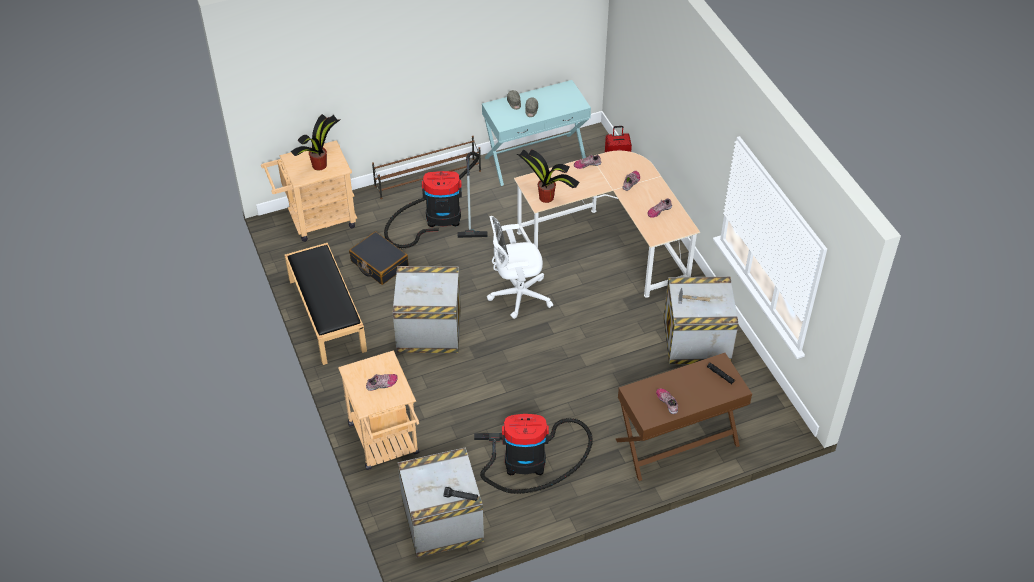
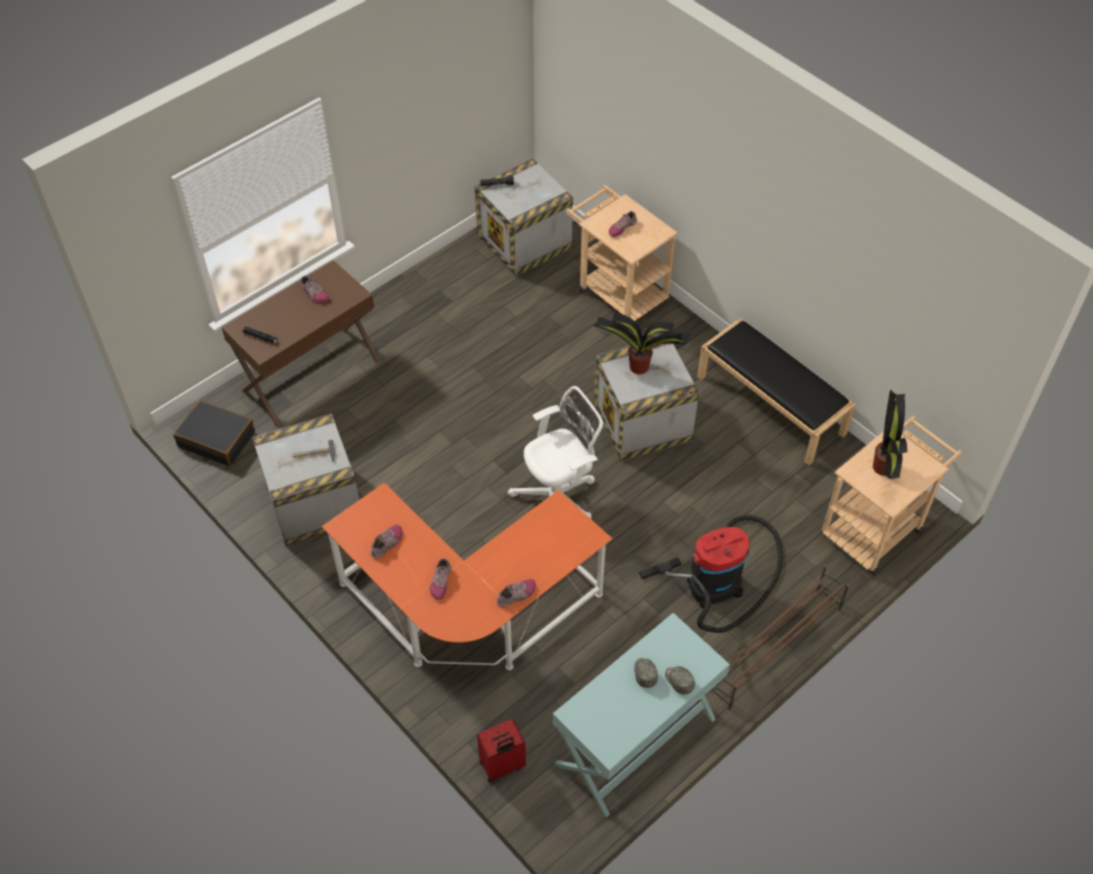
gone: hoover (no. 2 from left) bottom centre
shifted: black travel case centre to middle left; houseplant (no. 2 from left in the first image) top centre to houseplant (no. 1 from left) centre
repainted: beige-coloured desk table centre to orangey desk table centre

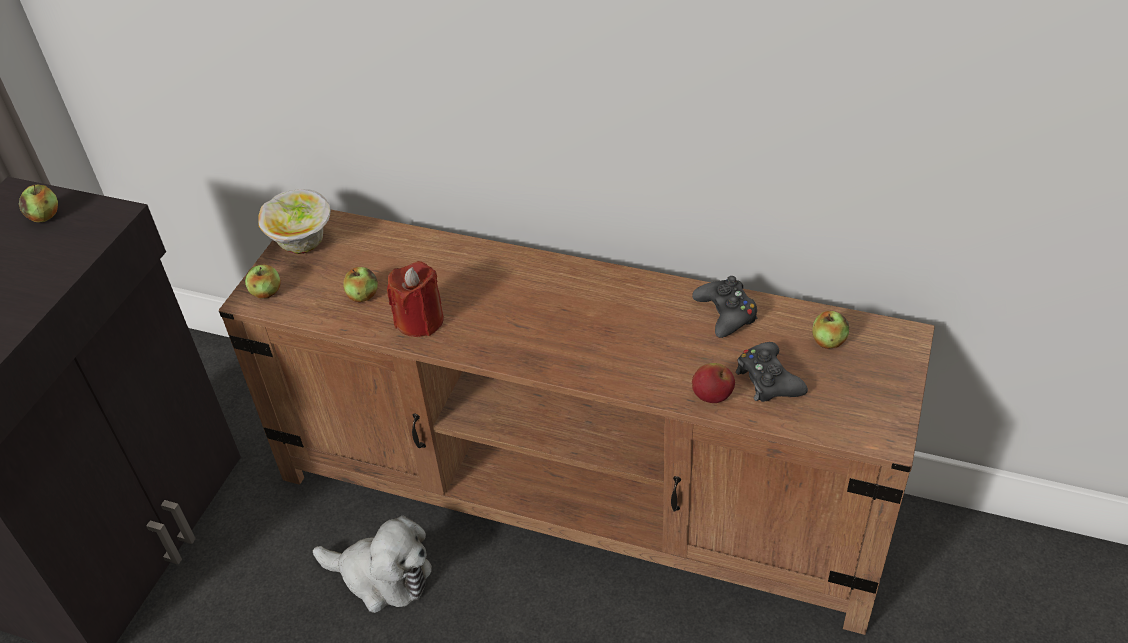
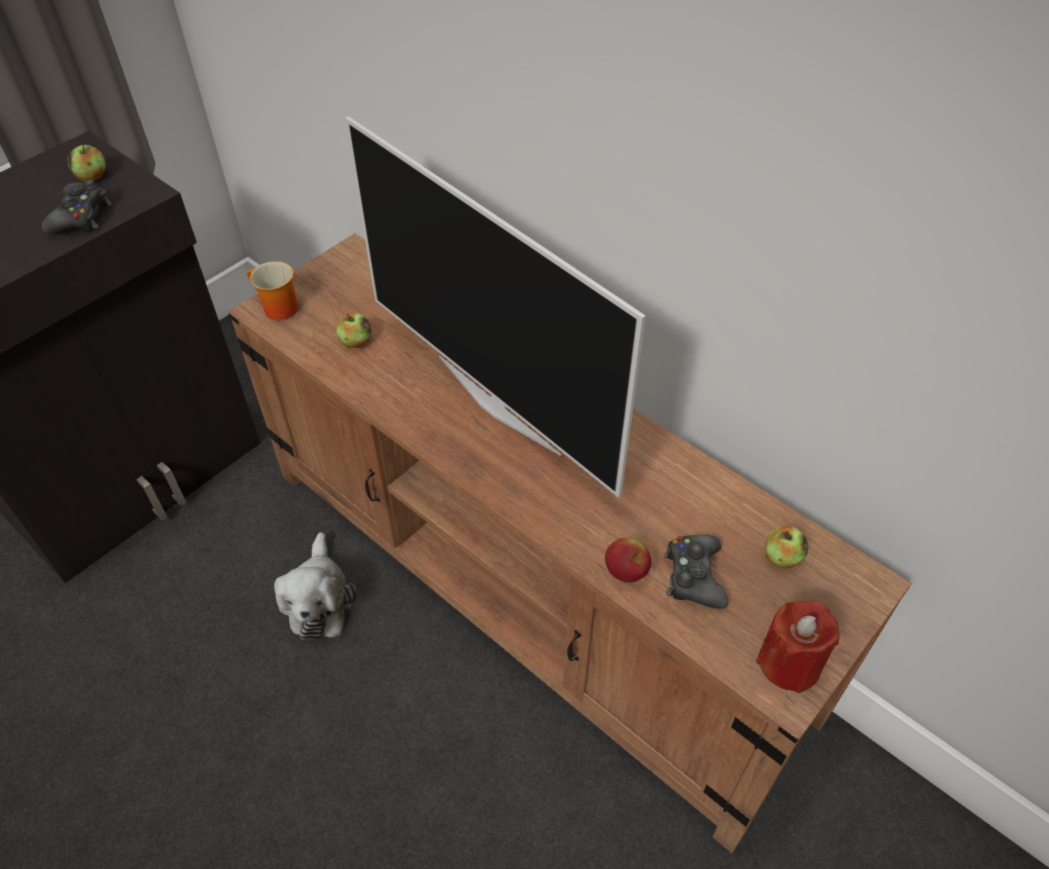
gone: deep dish middle left
new: television centre
shifted: black gamepad (no. 1 from left) centre to top left; red-coloured wax light centre to bottom right
swapped: apple (no. 2 from left) middle left to mug middle left
rotated: soft toy bottom left = bottom left 45 degrees clockwise

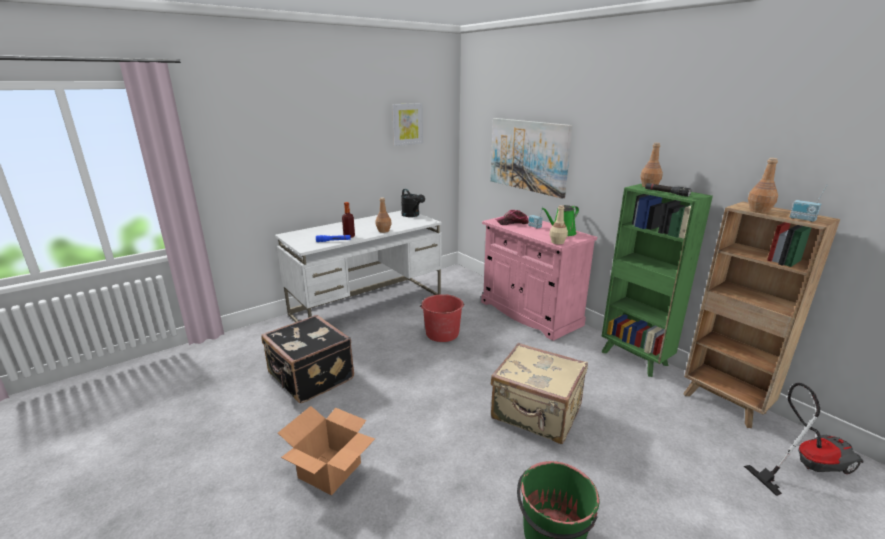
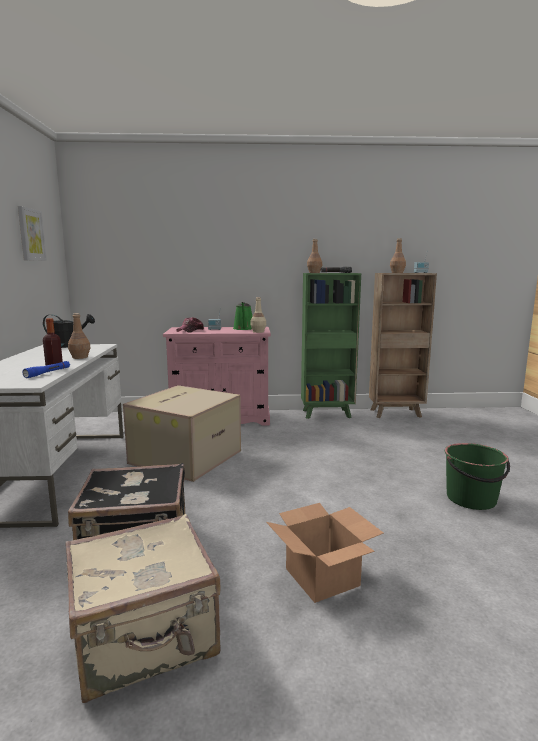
gone: wall picture (no. 2 from left) top centre; hoover bottom right
shifted: beige-coloured travel case bottom centre to bottom left
swapped: red-coloured bucket centre to carton (no. 1 from left) centre

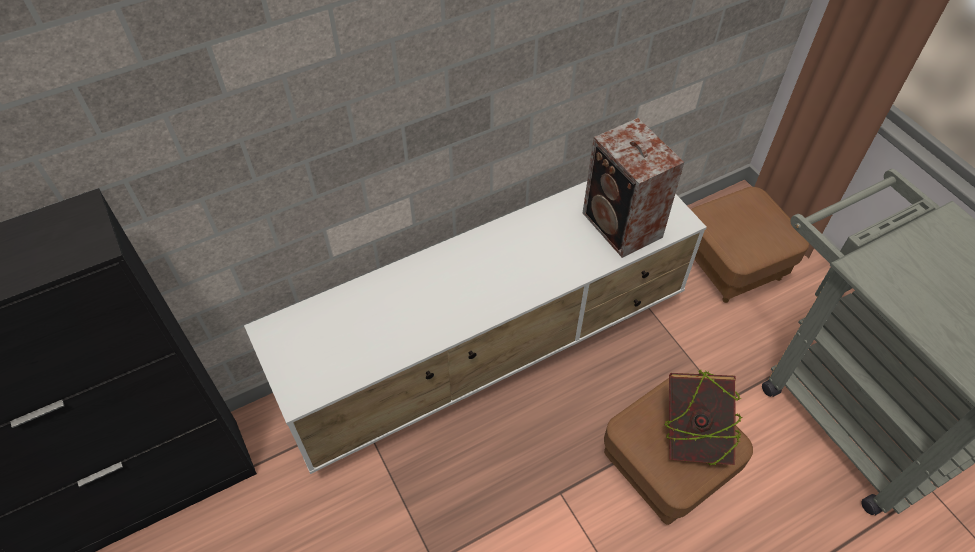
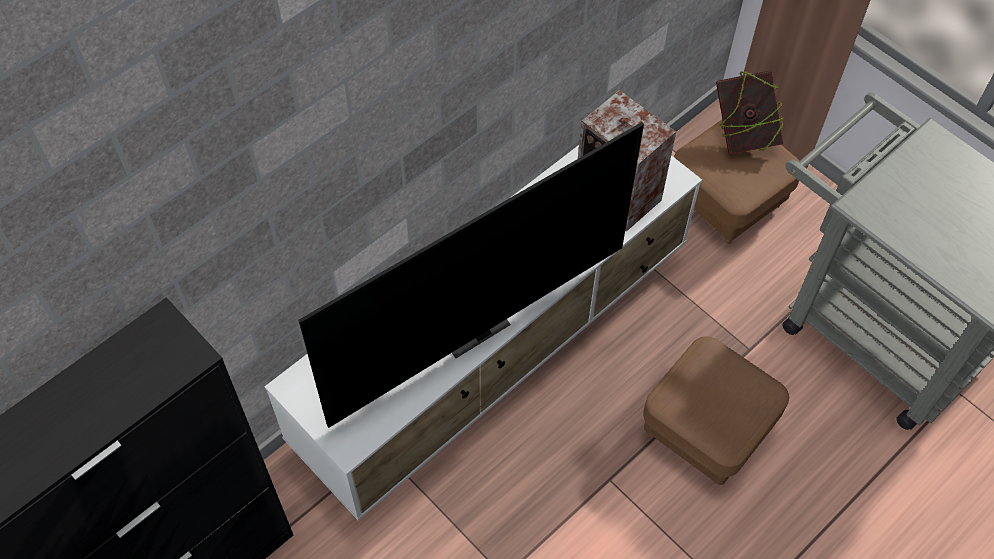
new: television centre
shifted: book bottom right to top right

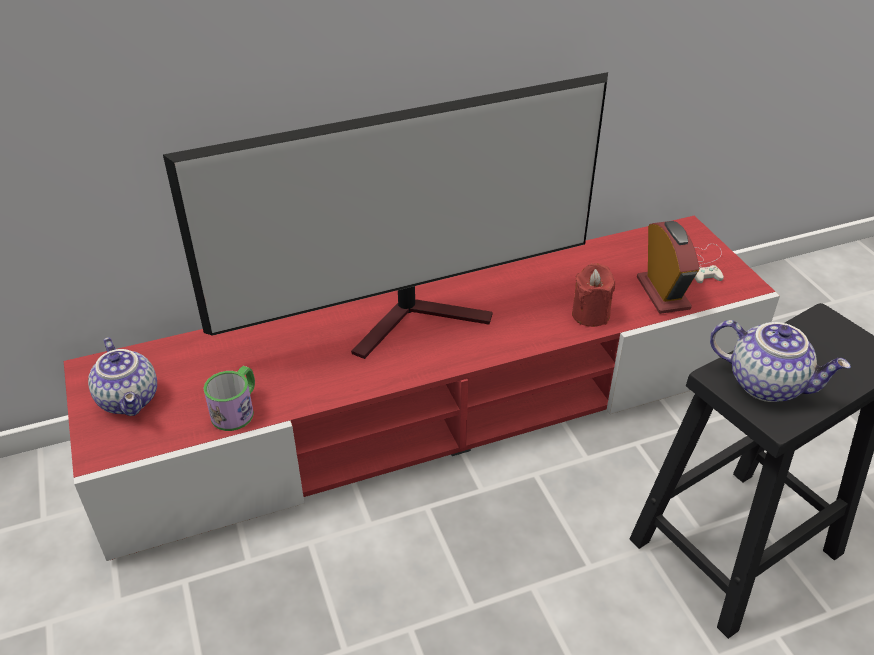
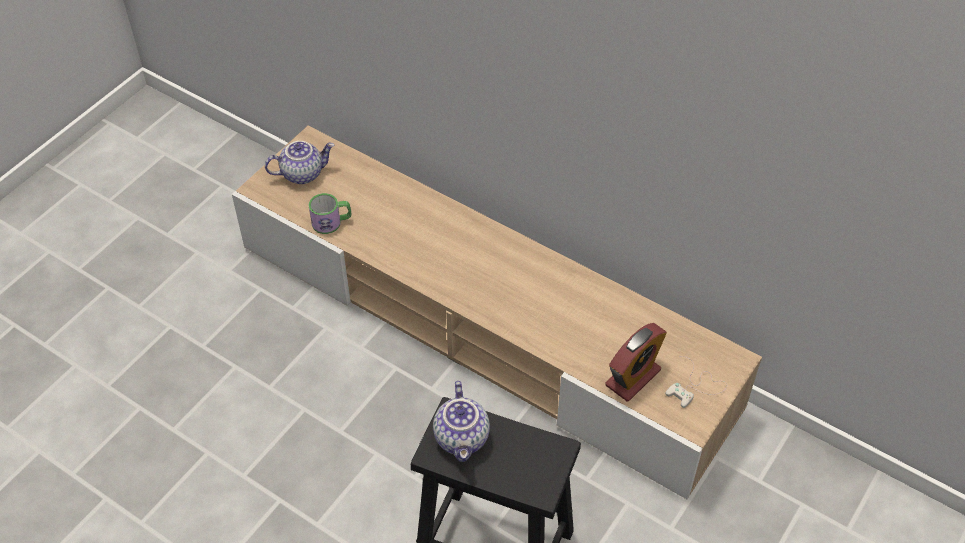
gone: television top centre; red-coloured wax light middle right
repainted: red-coloured media console centre to beige-coloured media console centre
rotated: pot for tea (no. 1 from left) middle left = top left 135 degrees counterclockwise

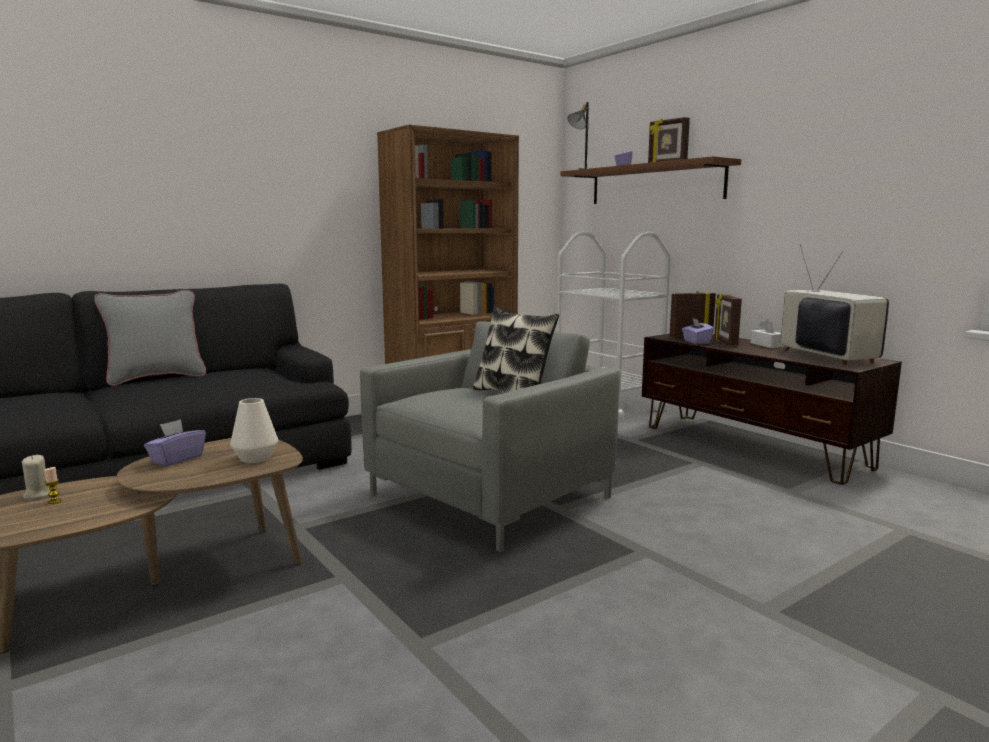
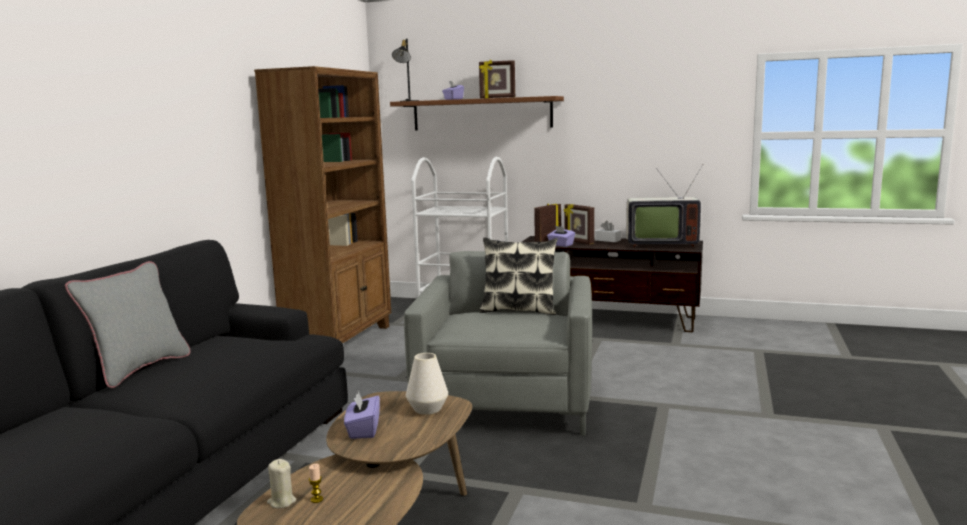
rotated: television middle right = middle right 150 degrees clockwise

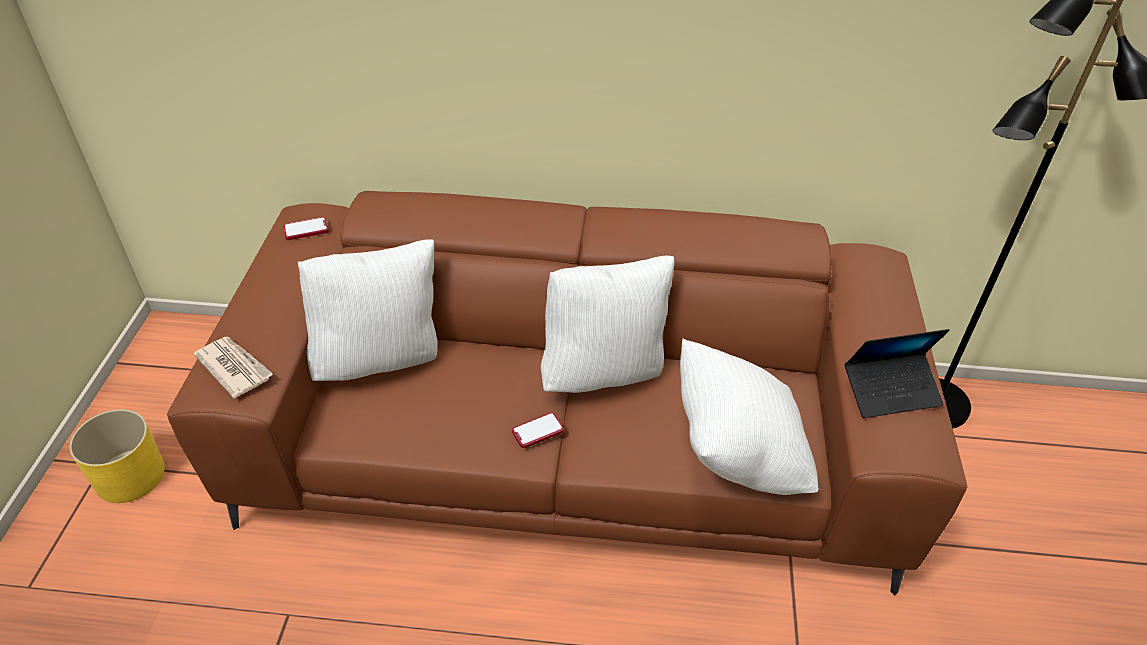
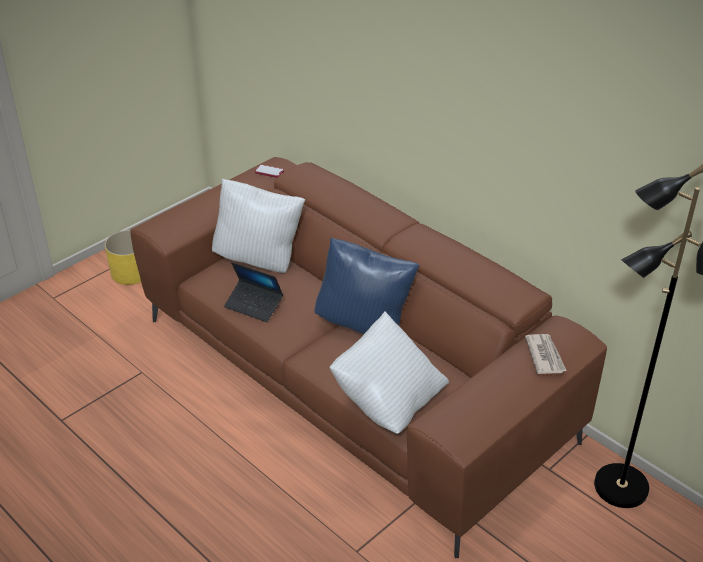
gone: phone (no. 2 from left) bottom centre
shifted: notebook computer middle right to centre; printed paper middle left to middle right
repainted: white-coloured throw pillow (no. 2 from left) centre to blue-coloured throw pillow centre

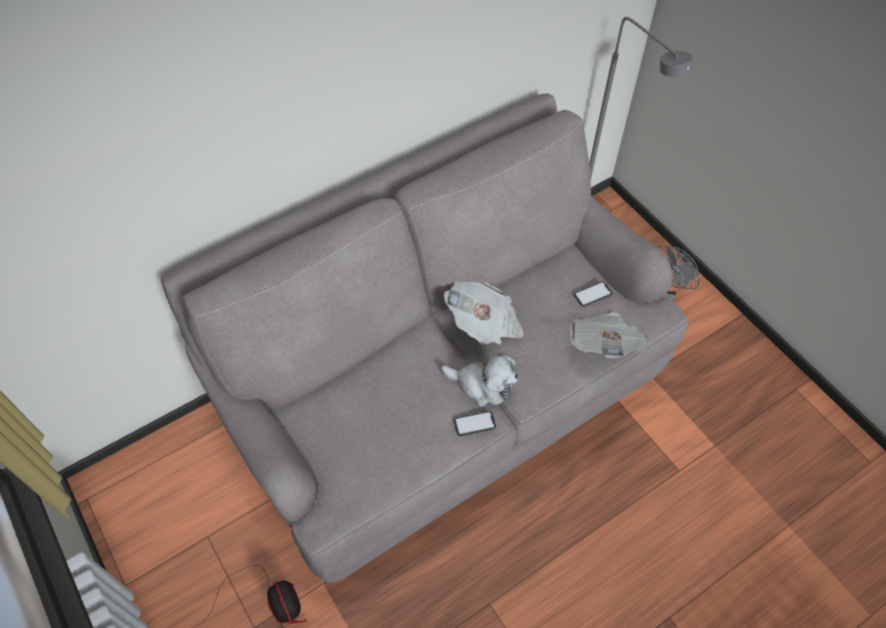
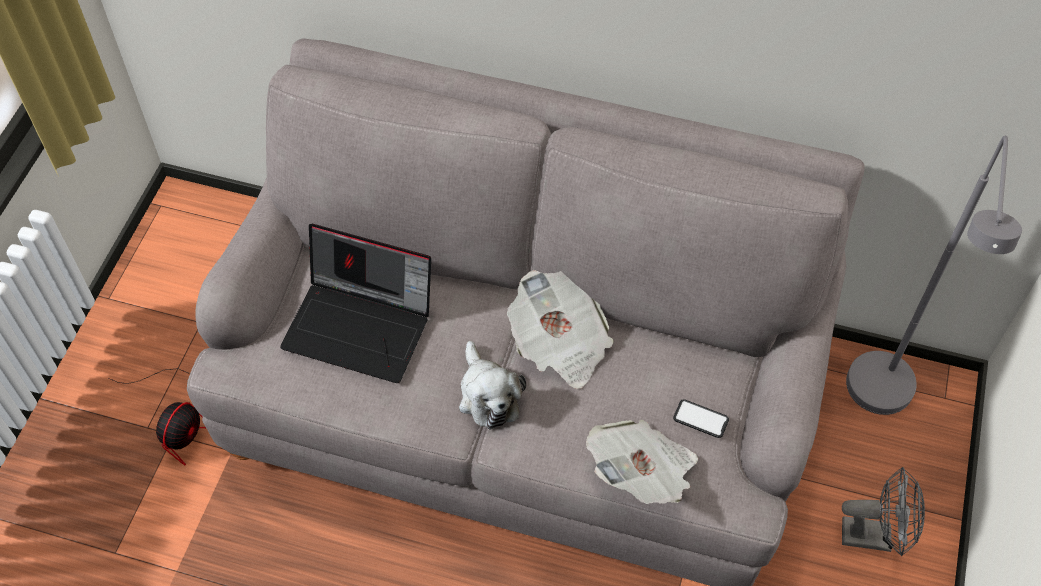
gone: phone (no. 1 from left) bottom centre
new: notebook computer centre

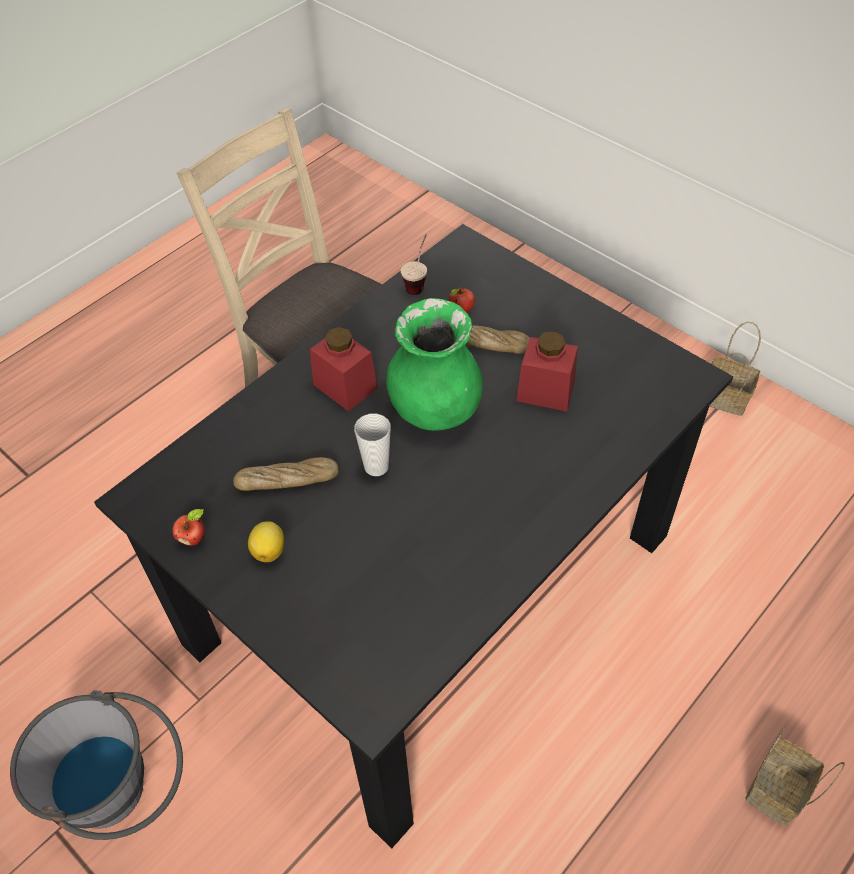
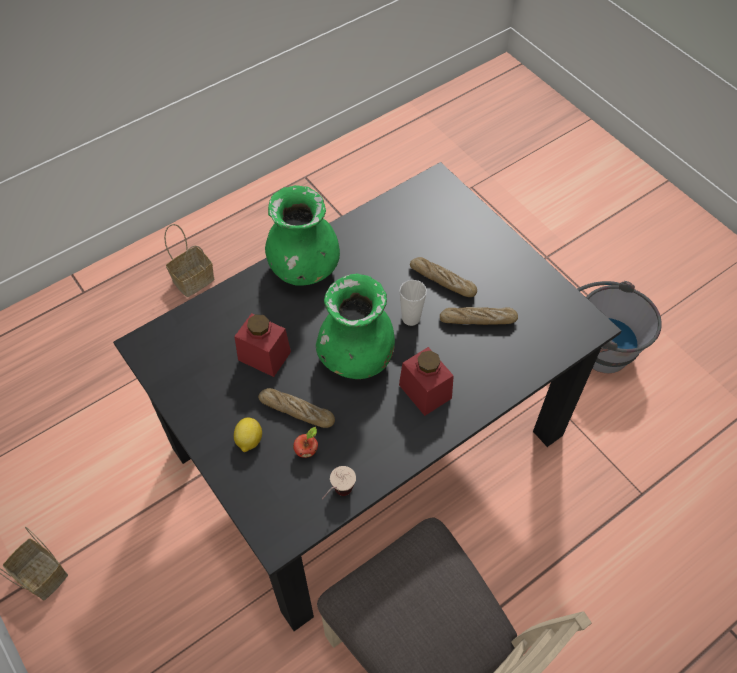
gone: apple (no. 1 from left) middle left
new: greenish vase (no. 1 from left) centre; bread (no. 2 from left) centre
shifted: lemon middle left to centre

